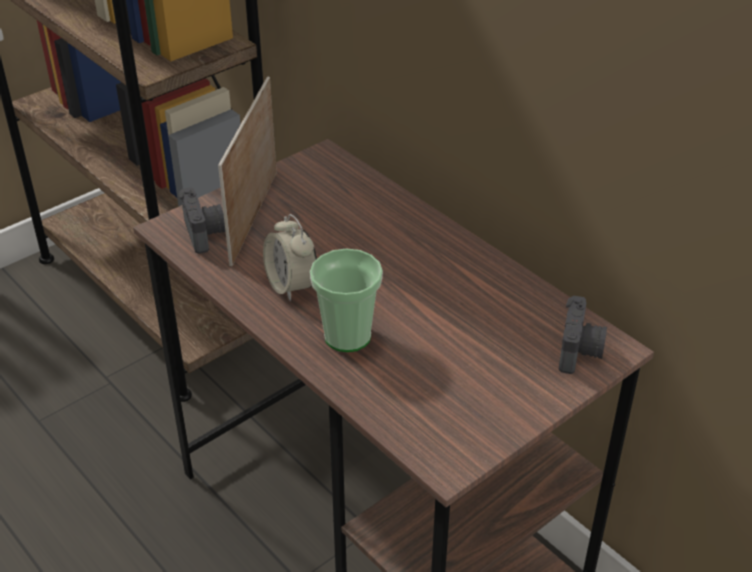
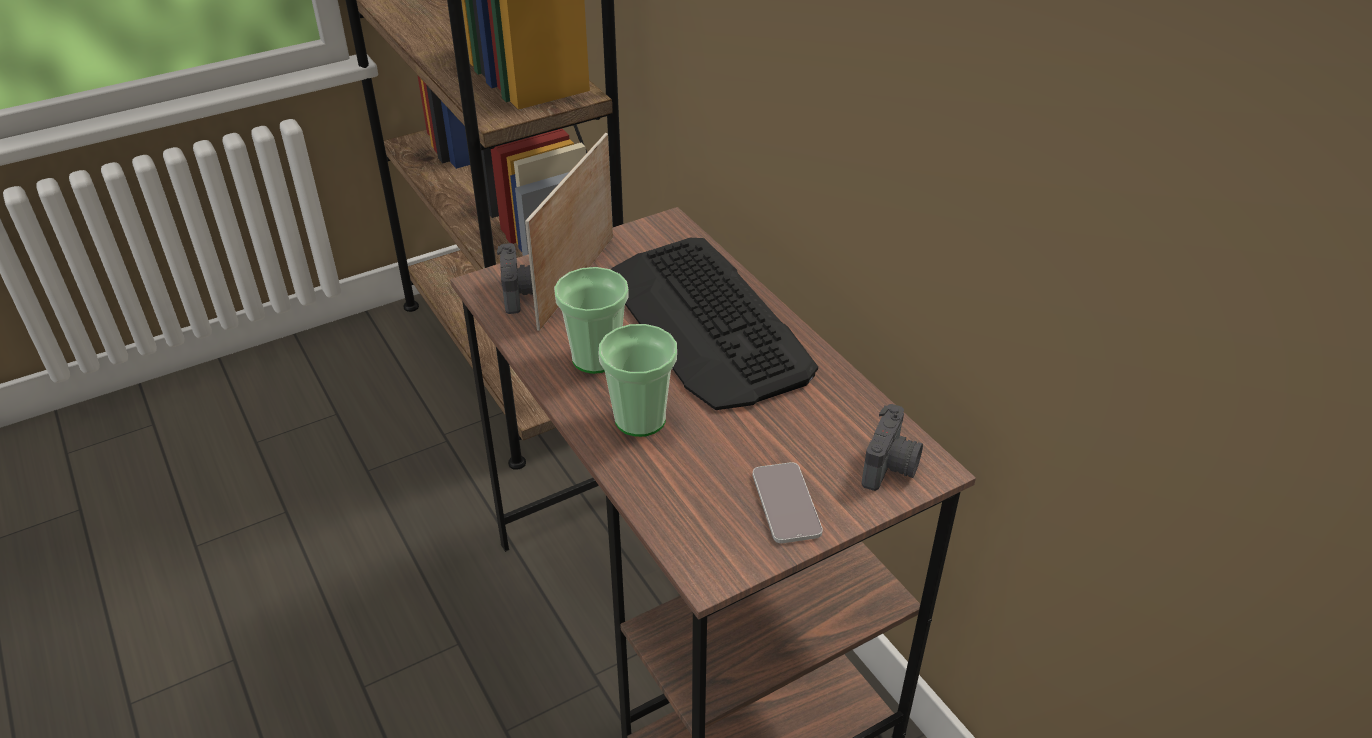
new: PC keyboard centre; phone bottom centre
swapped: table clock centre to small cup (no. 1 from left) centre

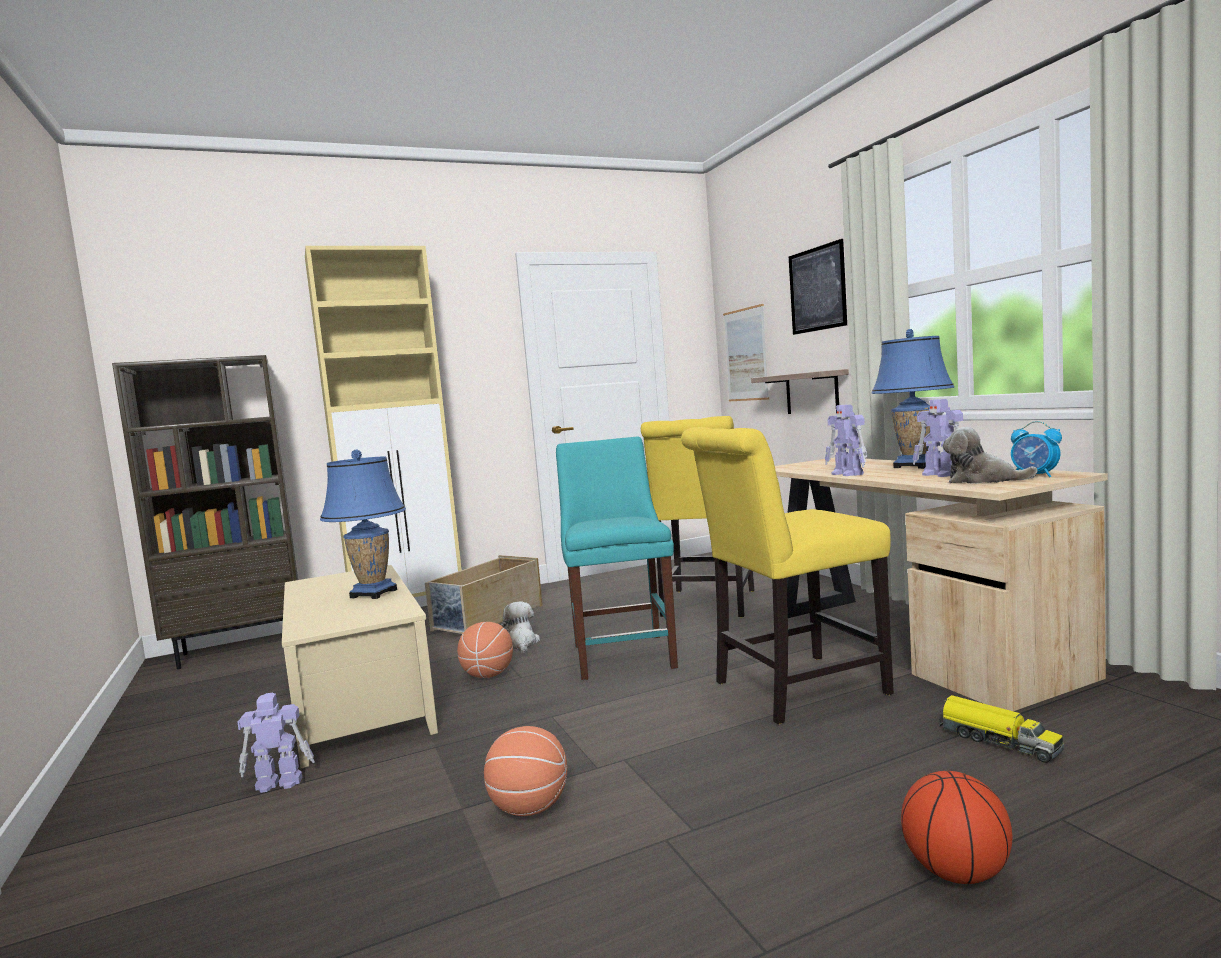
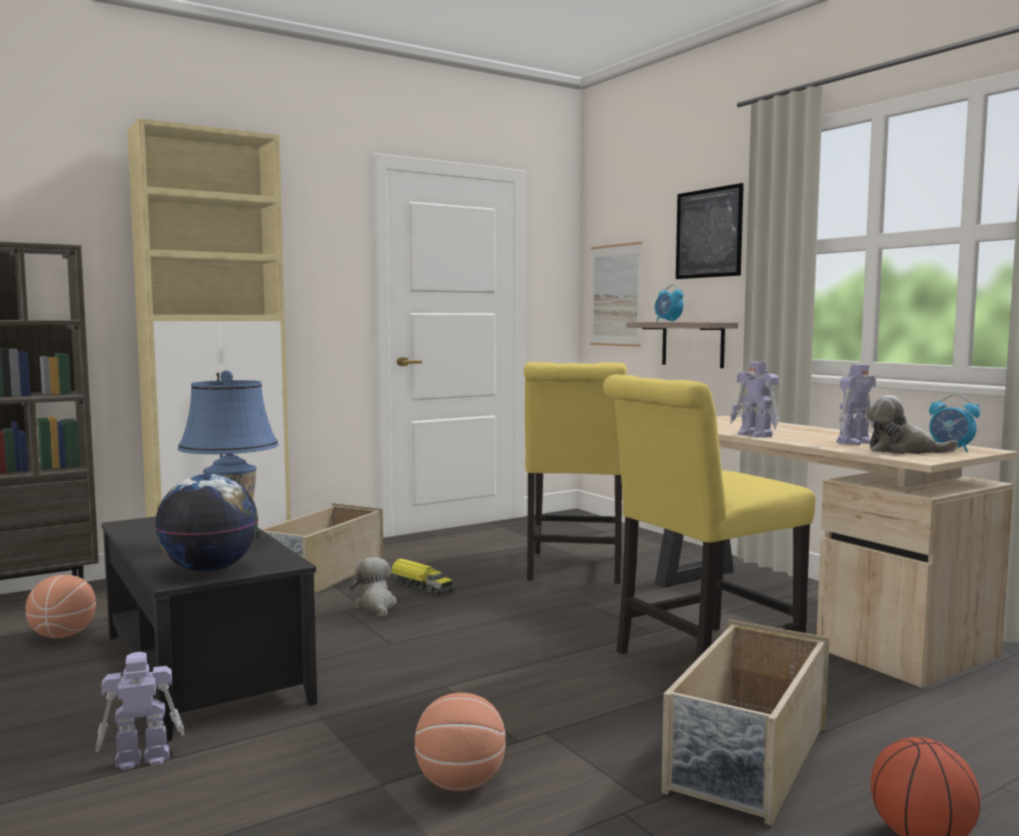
gone: blue-green plain chair centre; blue-coloured tabletop lamp (no. 2 from left) middle right
new: desk globe middle left; table clock (no. 1 from left) centre; beige-coloured storage container (no. 2 from left) bottom right
shifted: basketball ball (no. 1 from left) bottom centre to bottom left; toy truck bottom right to bottom centre
repainted: beige-coloured low table bottom left to black low table bottom left
rotated: robot figure (no. 3 from left) middle right = middle right 90 degrees counterclockwise

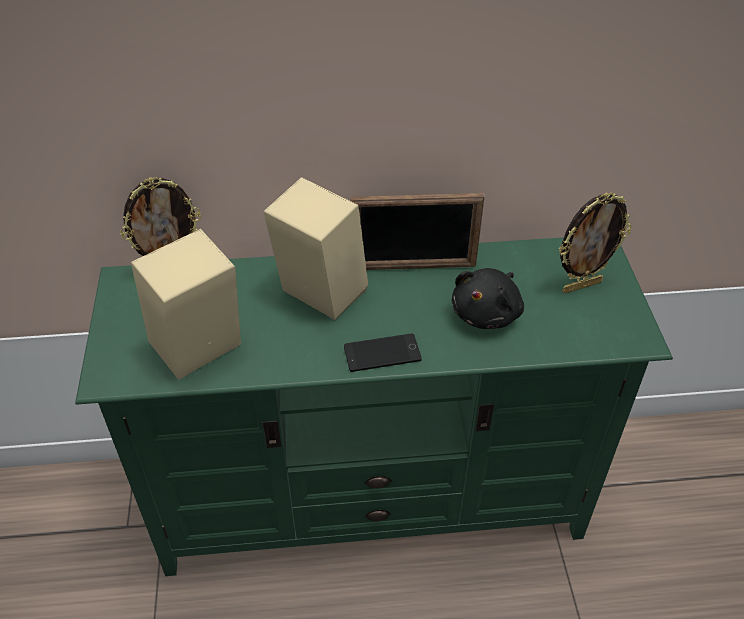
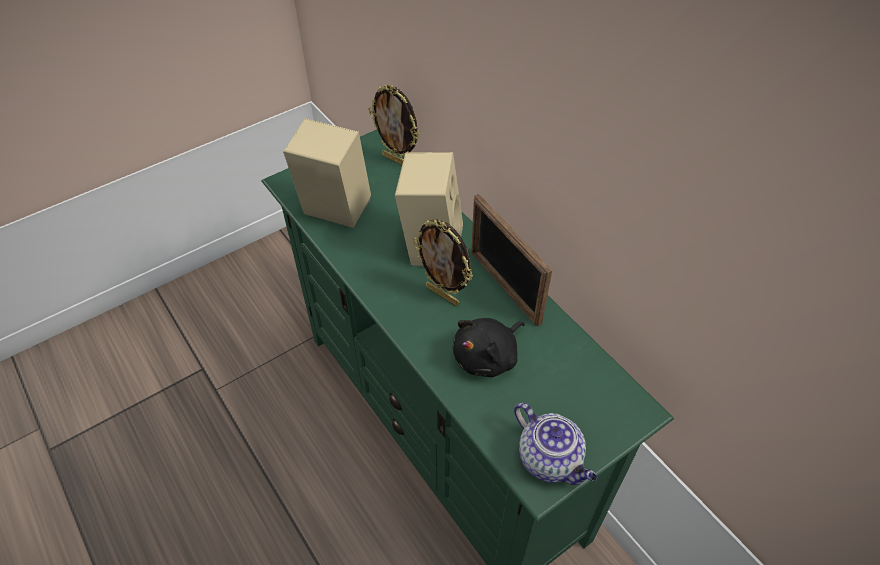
gone: phone centre
new: pot for tea bottom centre
shifted: photo frame (no. 3 from left in the first image) middle right to photo frame (no. 2 from left) centre
rotated: black soft toy centre = centre 45 degrees counterclockwise

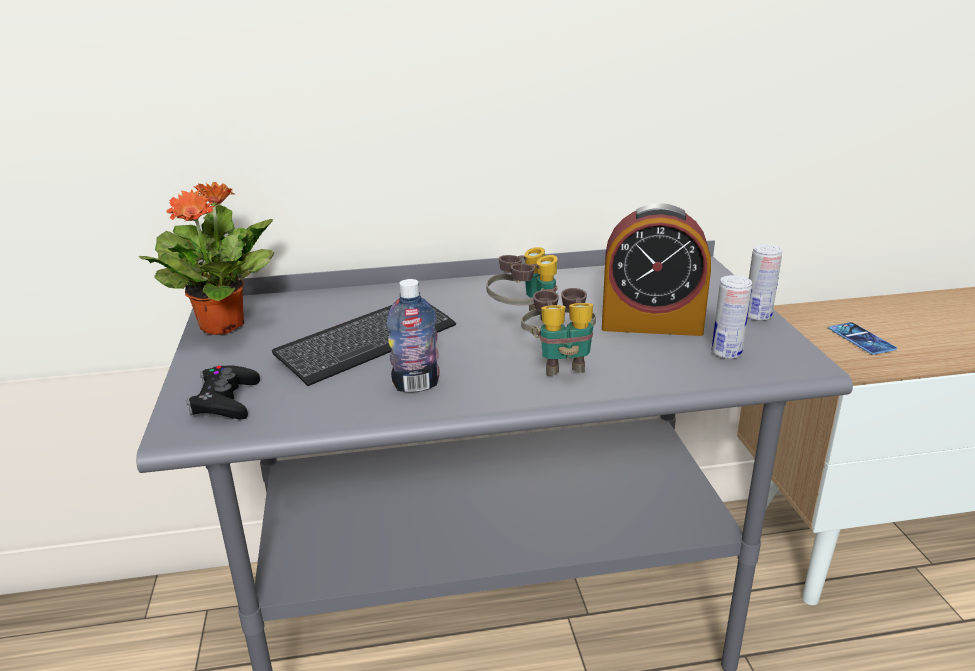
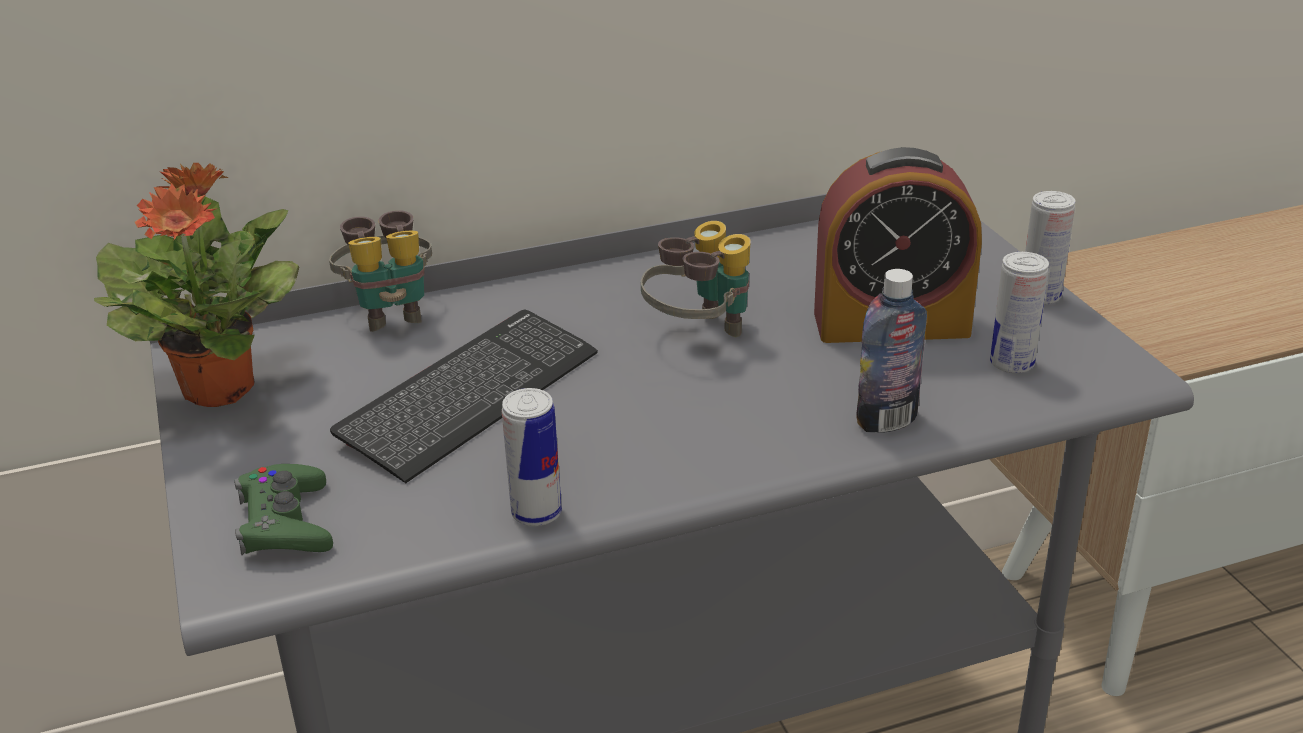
gone: phone middle right
new: can (no. 1 from left) centre
shifted: binoculars (no. 2 from left in the first image) centre to binoculars (no. 1 from left) middle left; bottle centre to middle right
repainted: black gamepad middle left to greenish gamepad bottom left

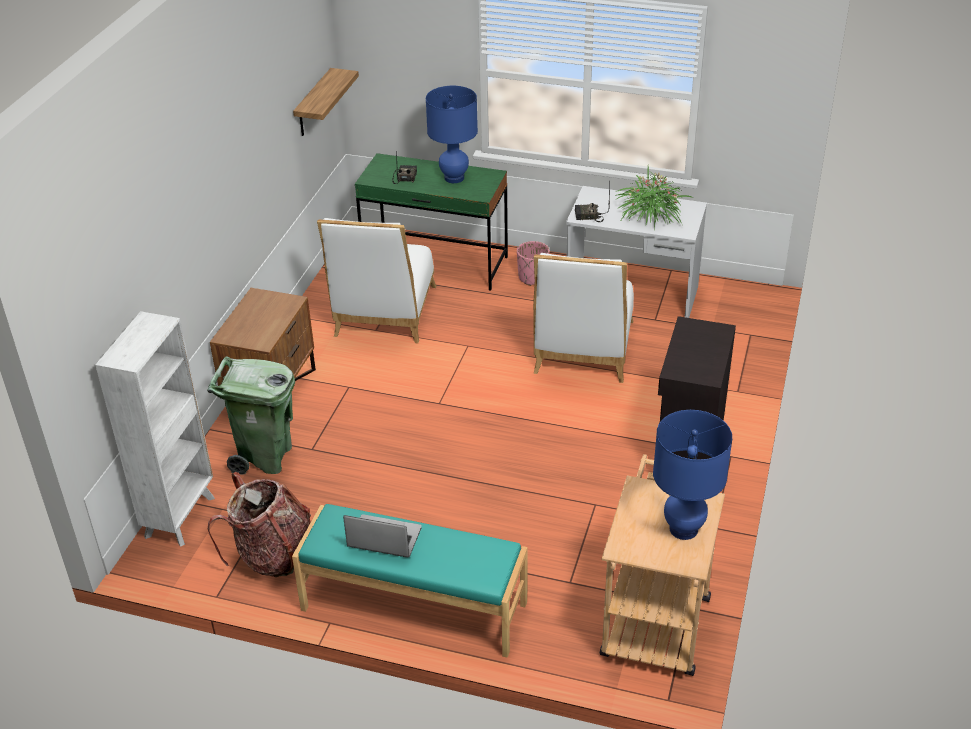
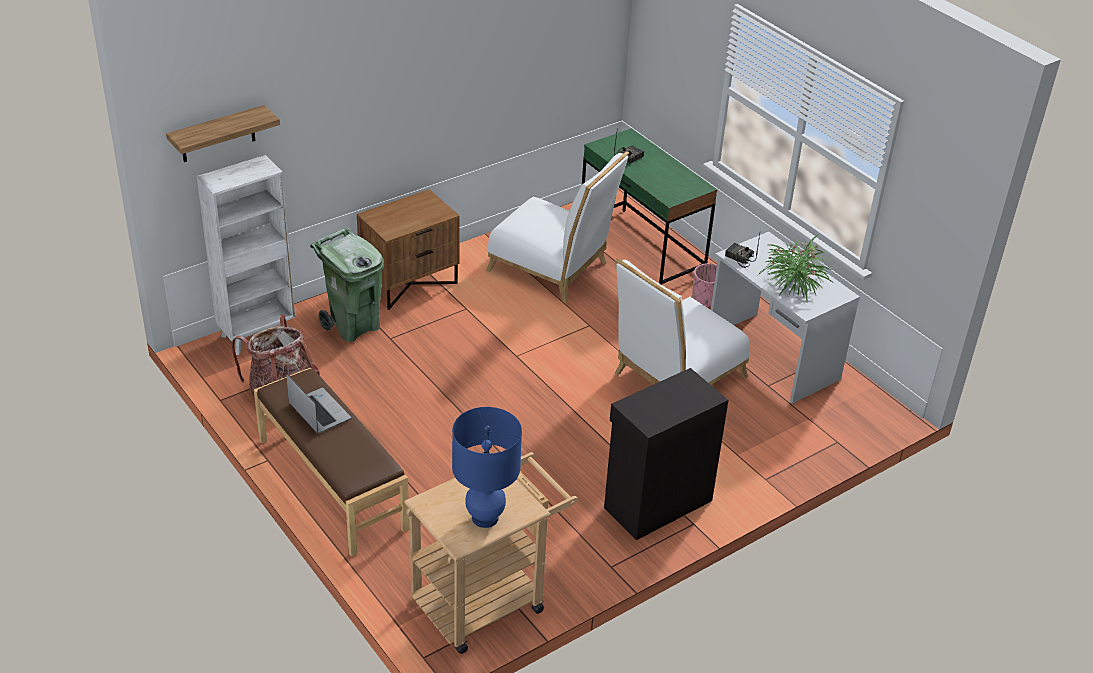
gone: blue-coloured tabletop lamp (no. 1 from left) top centre
shifted: wall shelf top centre to top left
repainted: blue-green long seat bottom centre to brown long seat bottom left
rotated: white-coloured plain chair (no. 1 from left) centre = centre 105 degrees counterclockwise

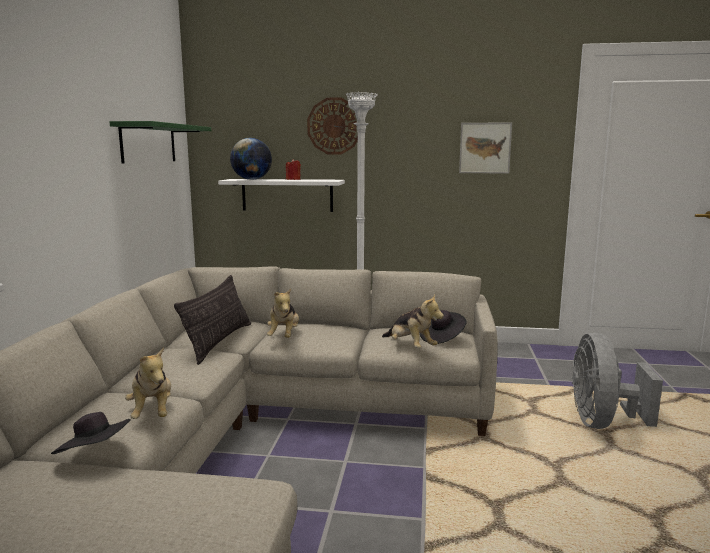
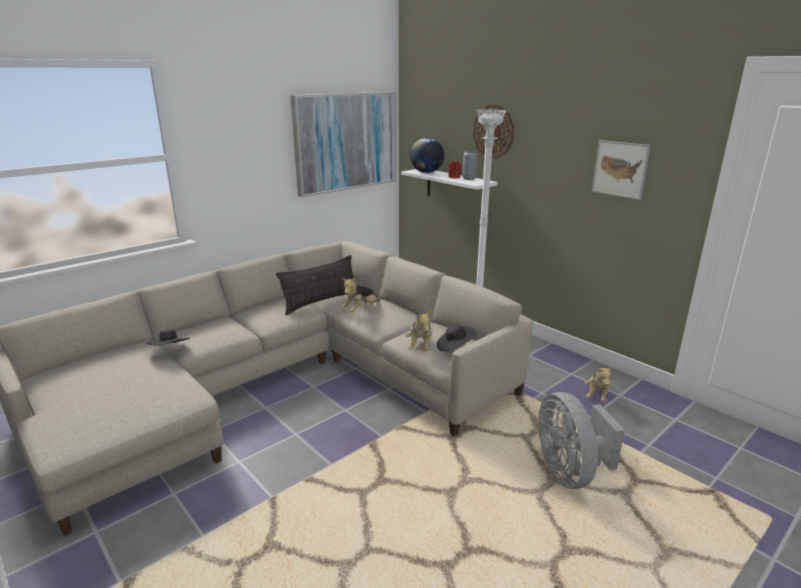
new: grey vase top centre
shifted: soft toy (no. 1 from left in the first image) bottom left to soft toy (no. 3 from left) middle right
swapped: greenish wall shelf top left to wall picture (no. 1 from left) top centre
rotated: grey cooling fan bottom right = bottom right 60 degrees counterclockwise

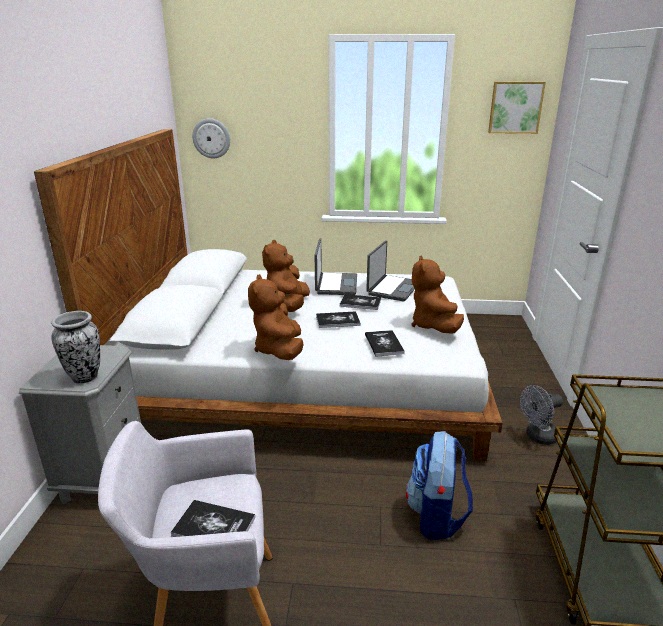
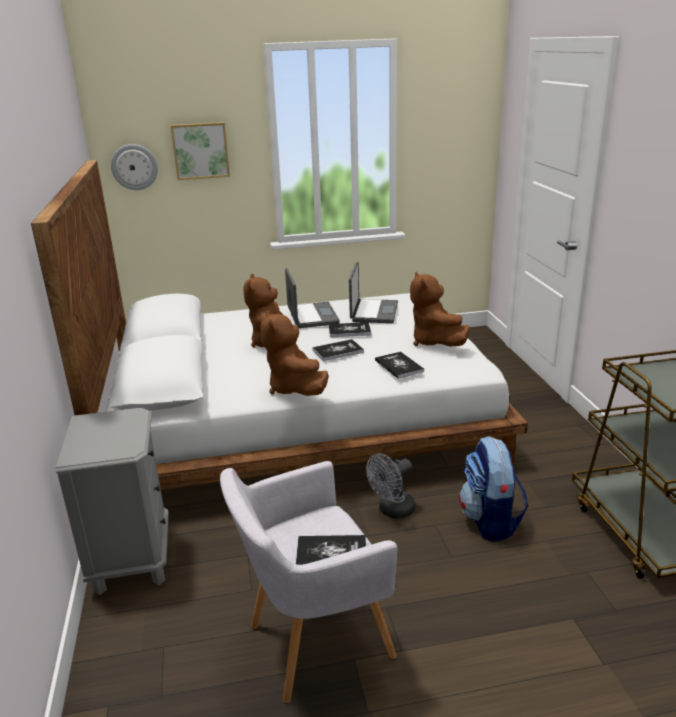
gone: vase middle left
shifted: wall picture top right to top left; grey cooling fan middle right to bottom centre

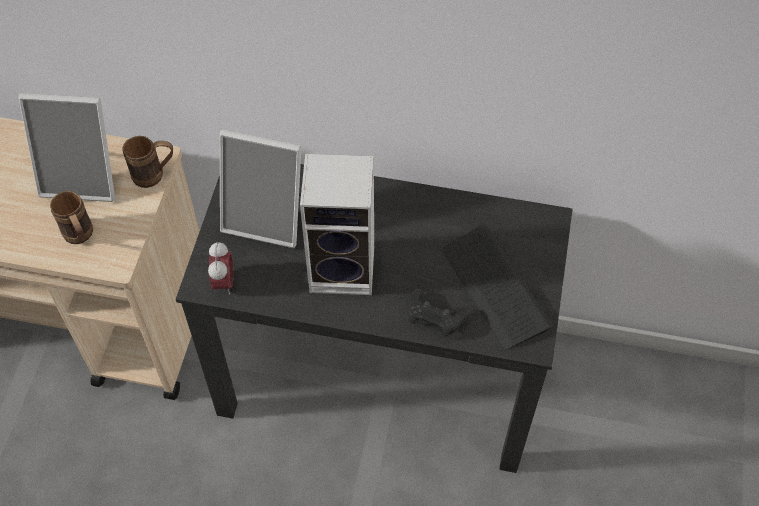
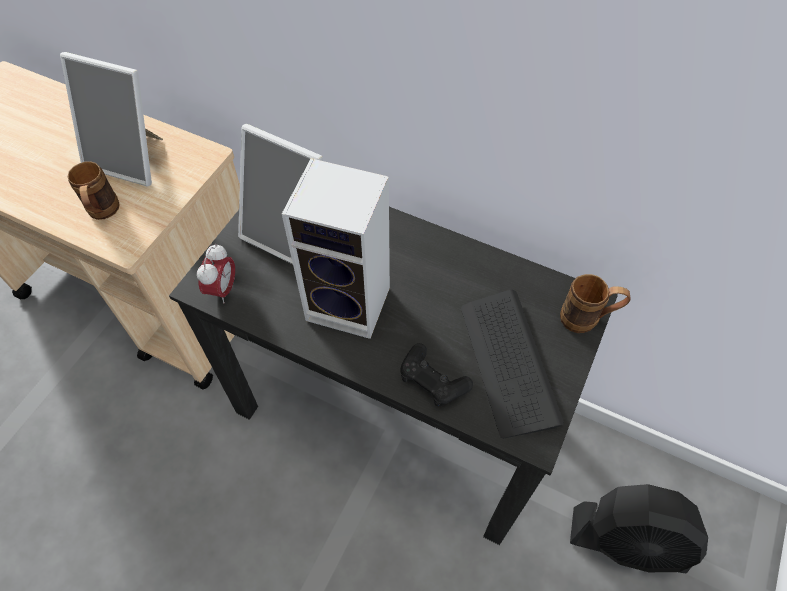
new: black cooling fan bottom right
shifted: brown mug (no. 2 from left) top left to middle right

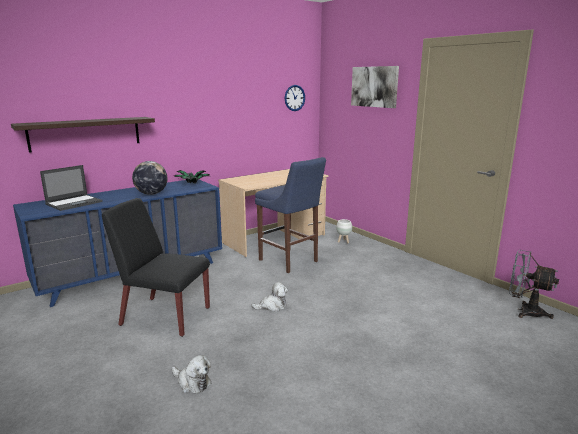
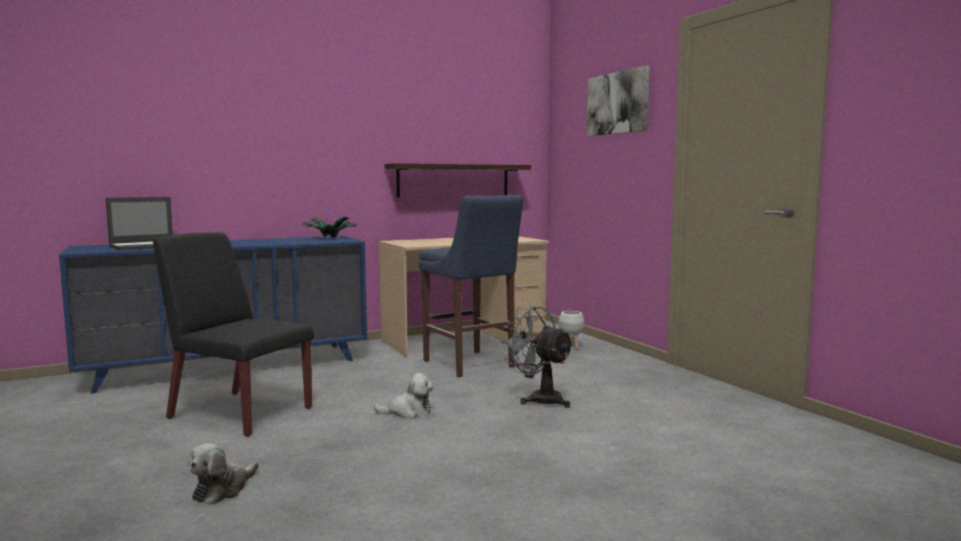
gone: desk globe middle left; hanging clock top centre
shifted: wall shelf top left to top centre; grey cooling fan middle right to centre
rotated: soft toy (no. 1 from left) bottom left = bottom left 75 degrees clockwise

